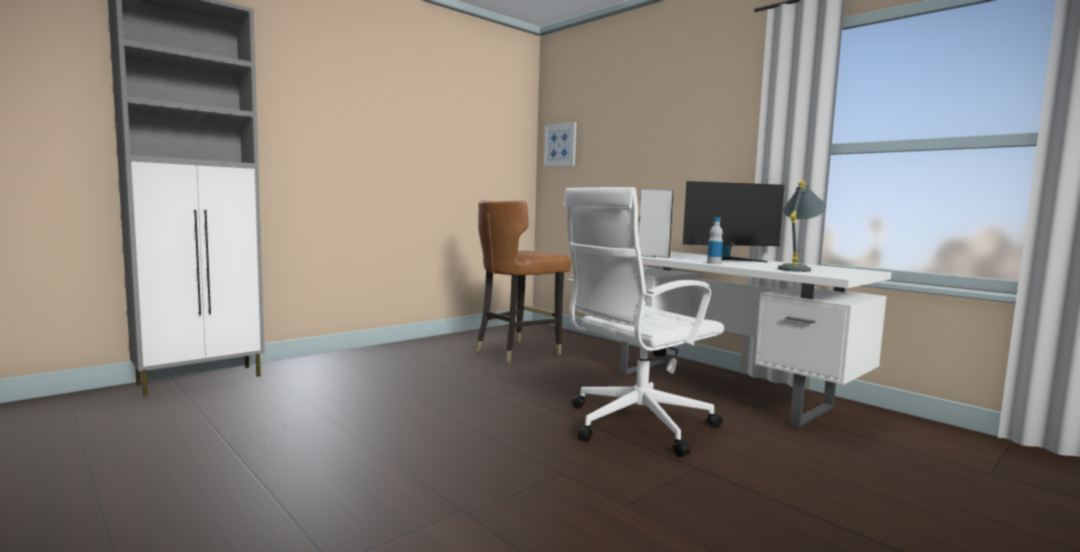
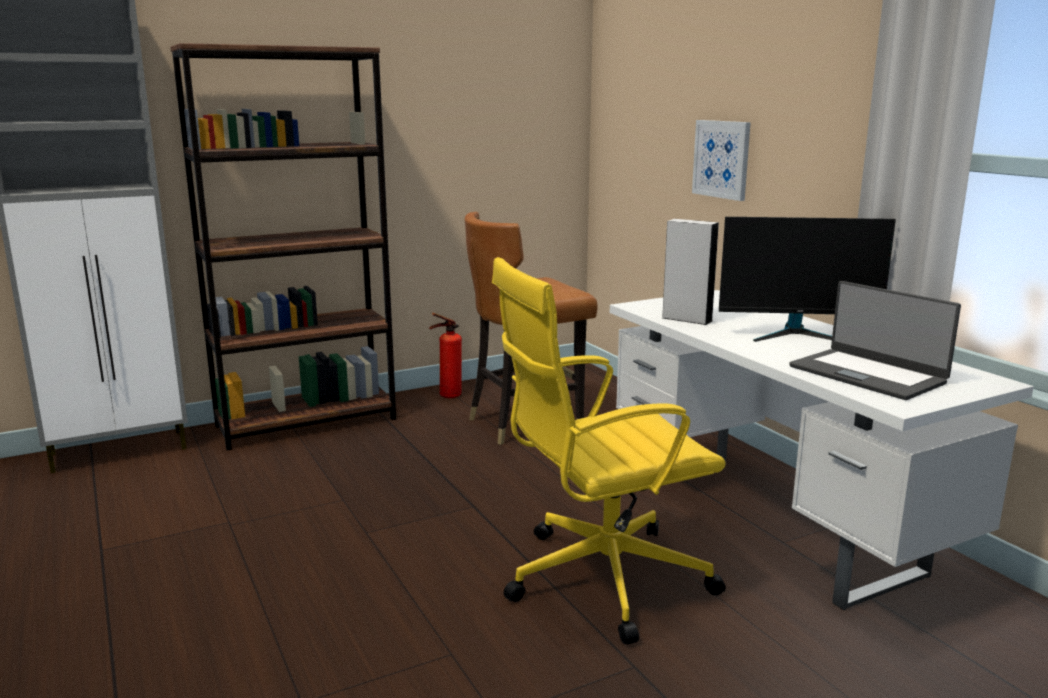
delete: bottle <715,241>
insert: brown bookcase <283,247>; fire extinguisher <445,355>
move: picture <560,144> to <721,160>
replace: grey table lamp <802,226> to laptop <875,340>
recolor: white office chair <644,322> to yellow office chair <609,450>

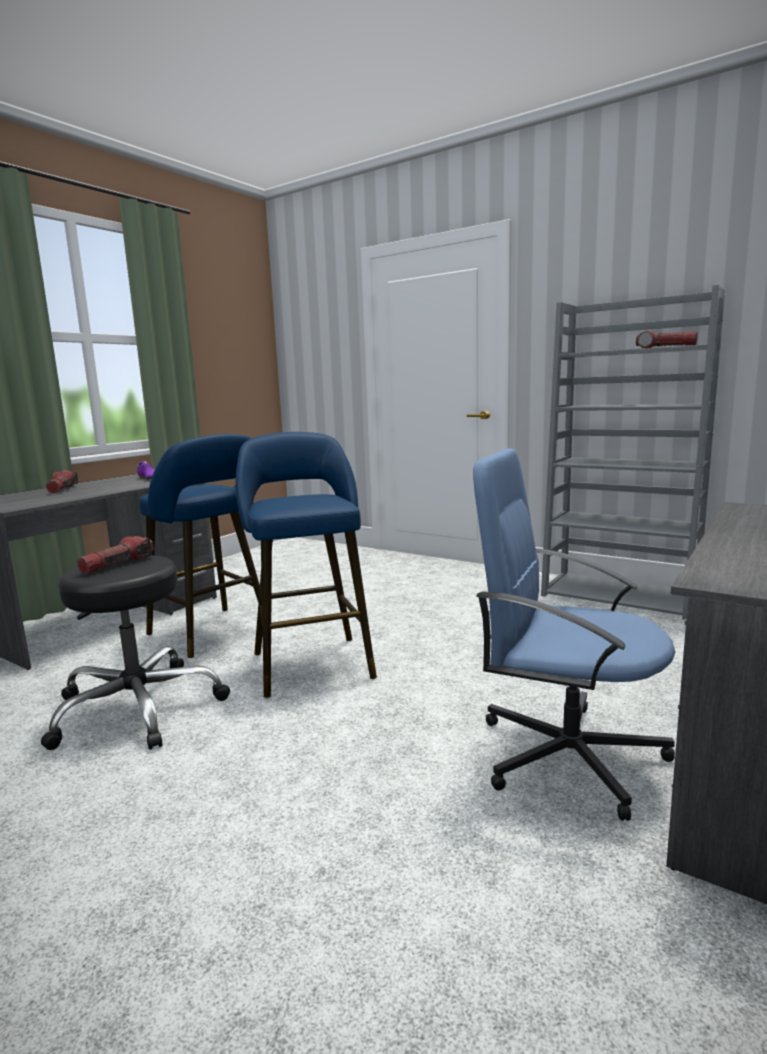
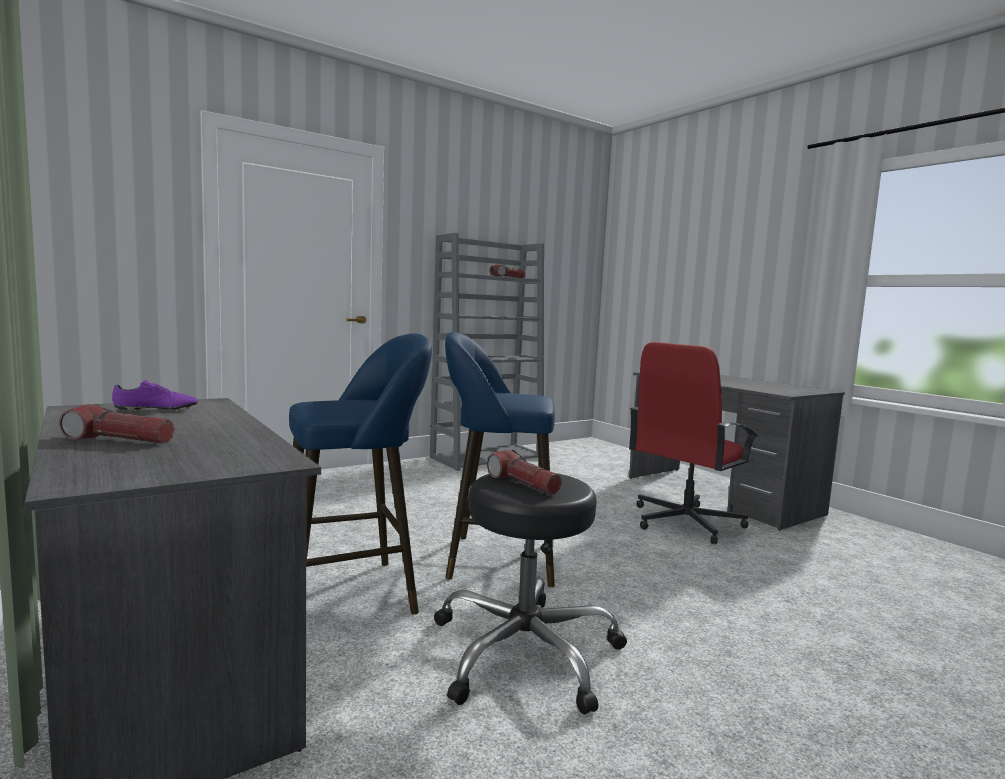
recolor: blue office chair <574,634> to red office chair <693,443>

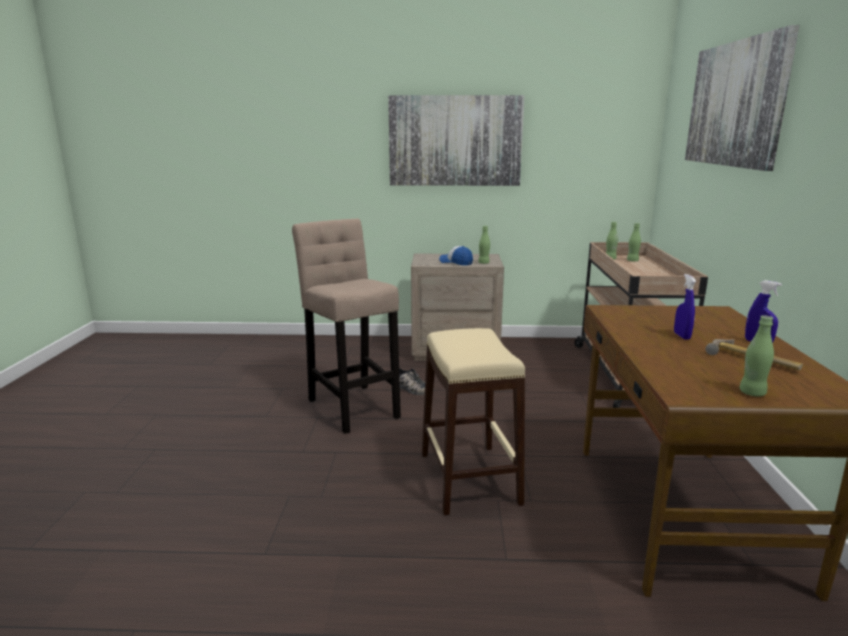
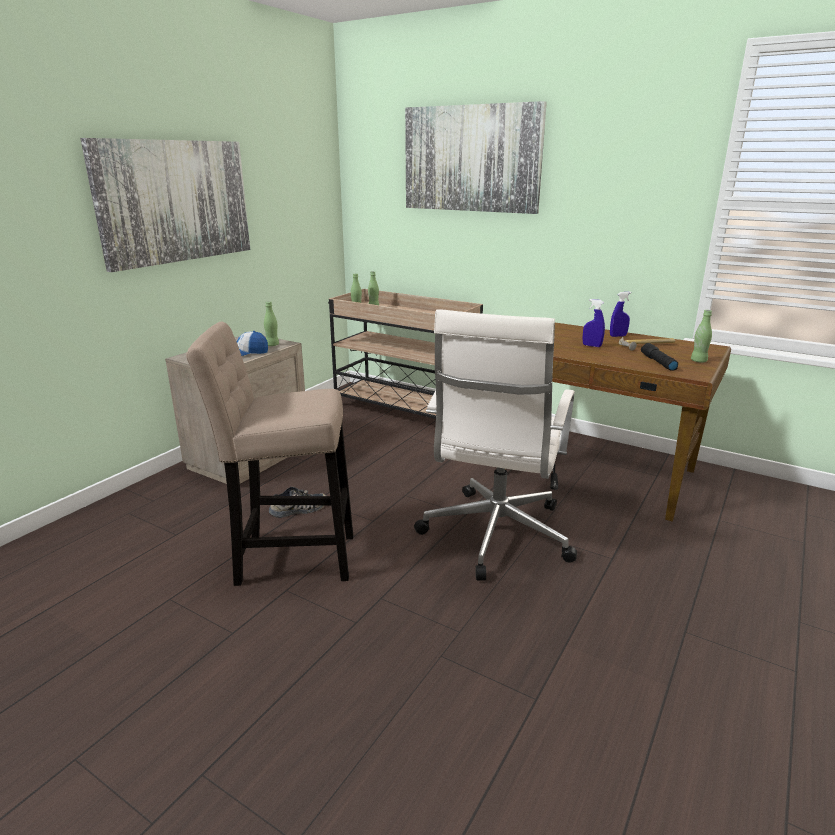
insert: black flashlight <659,357>
replace: beige stool <473,421> to white office chair <495,445>

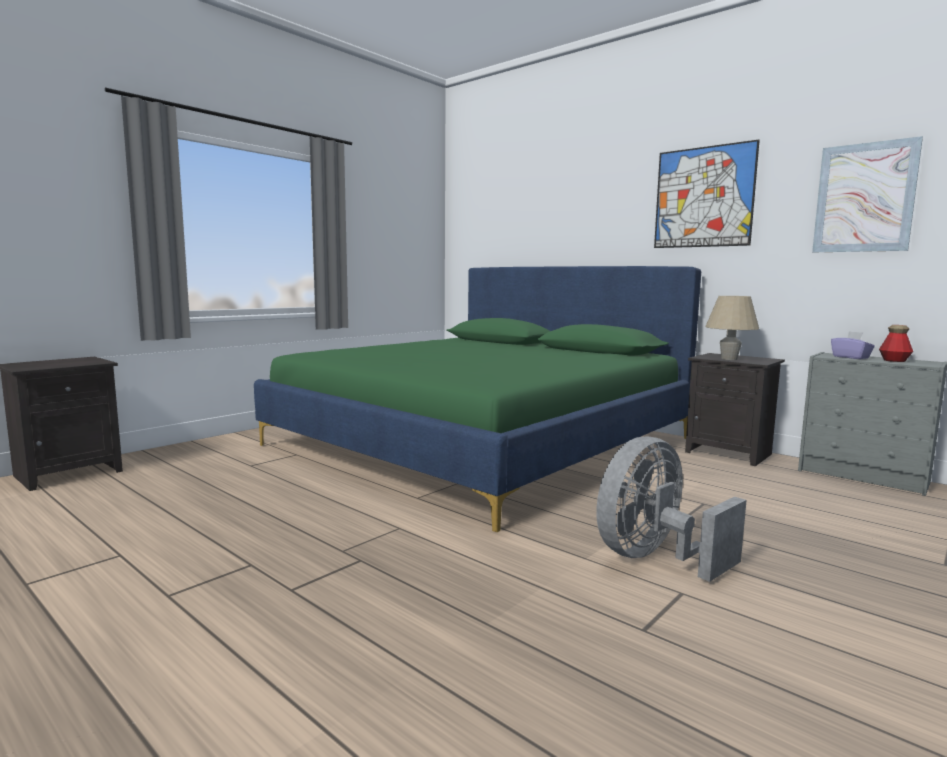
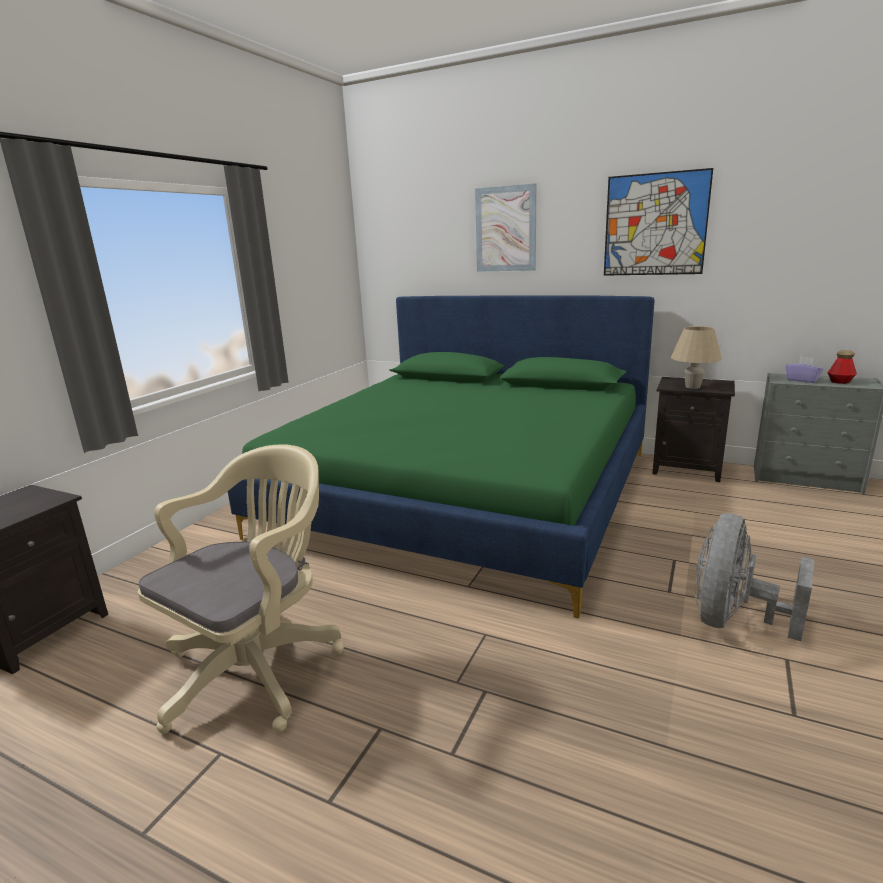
insert: beige office chair <241,589>
move: picture <867,194> to <506,227>

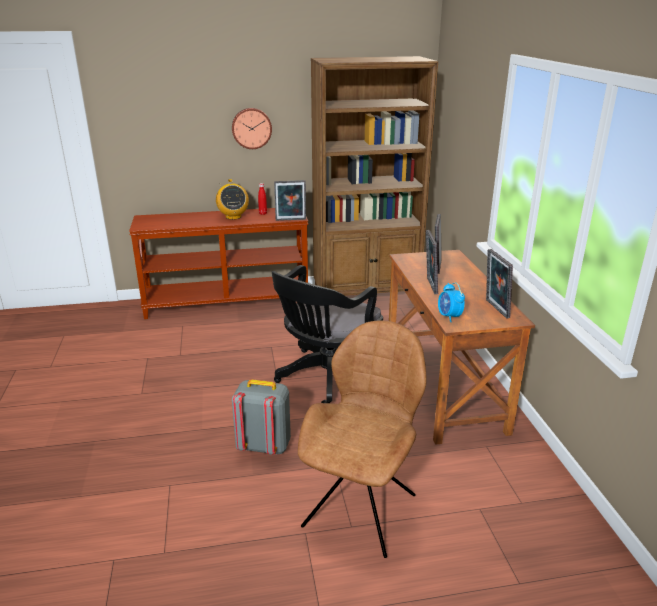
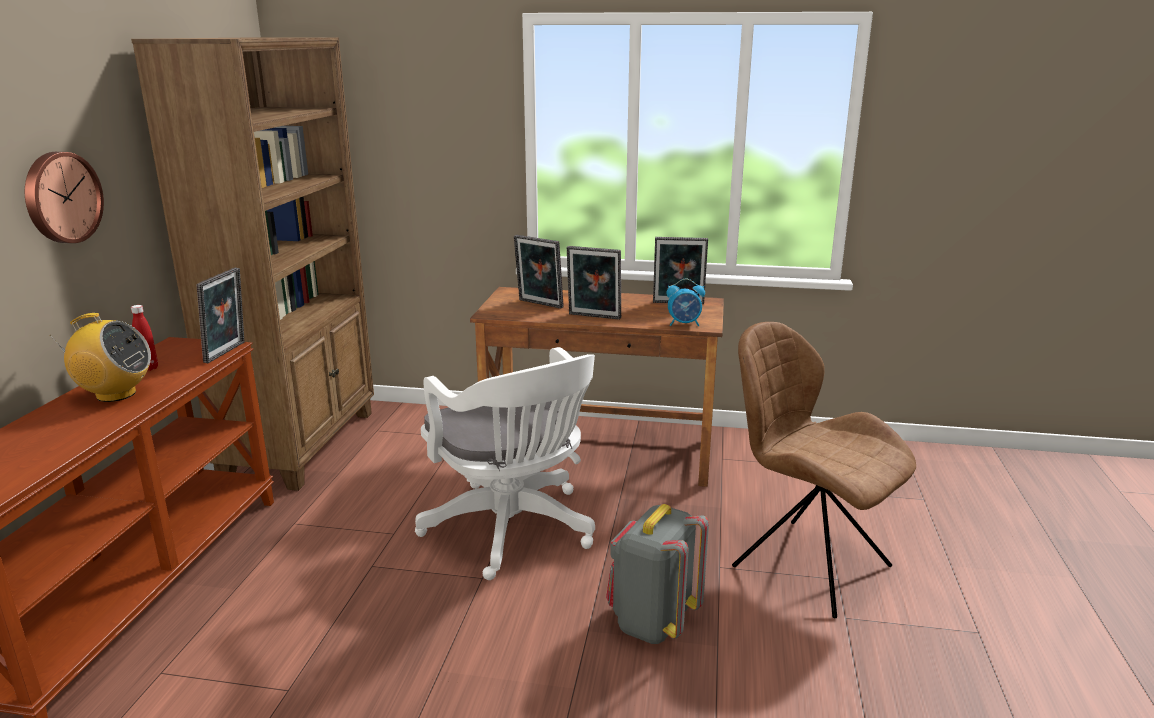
recolor: black office chair <327,334> to white office chair <505,463>

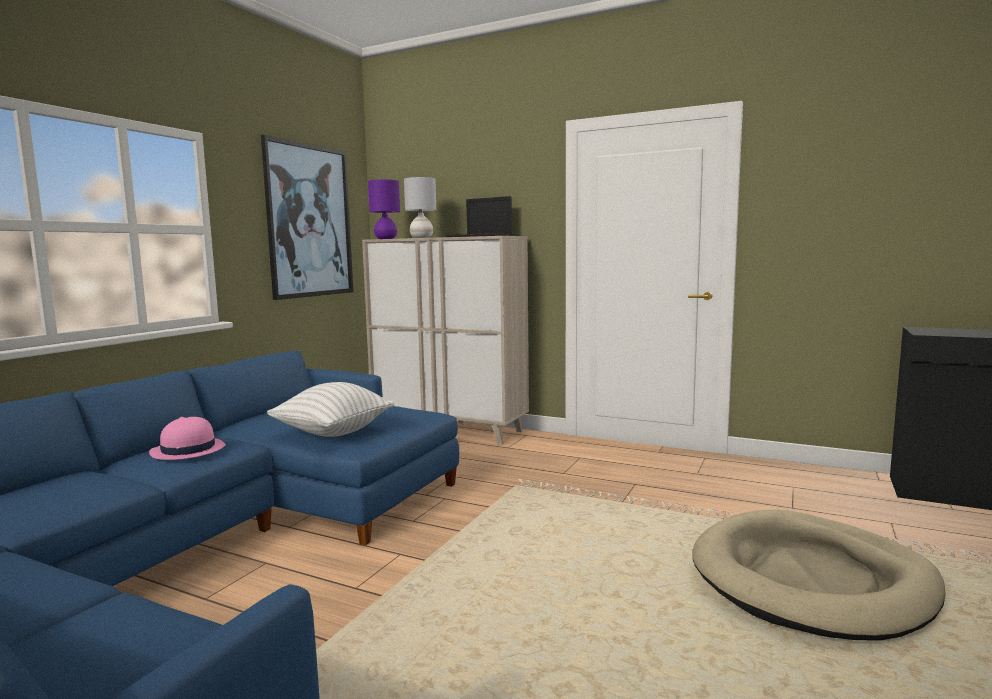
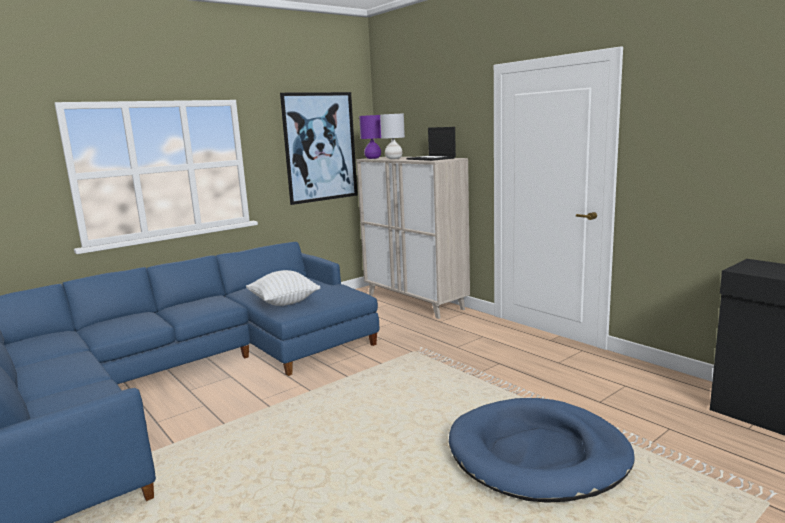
delete: pink hat <187,438>
recolor: beige dog bed <819,575> to blue dog bed <542,450>

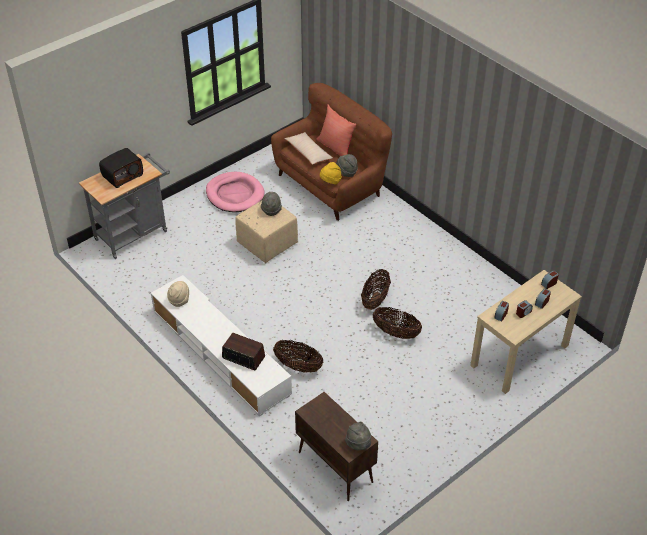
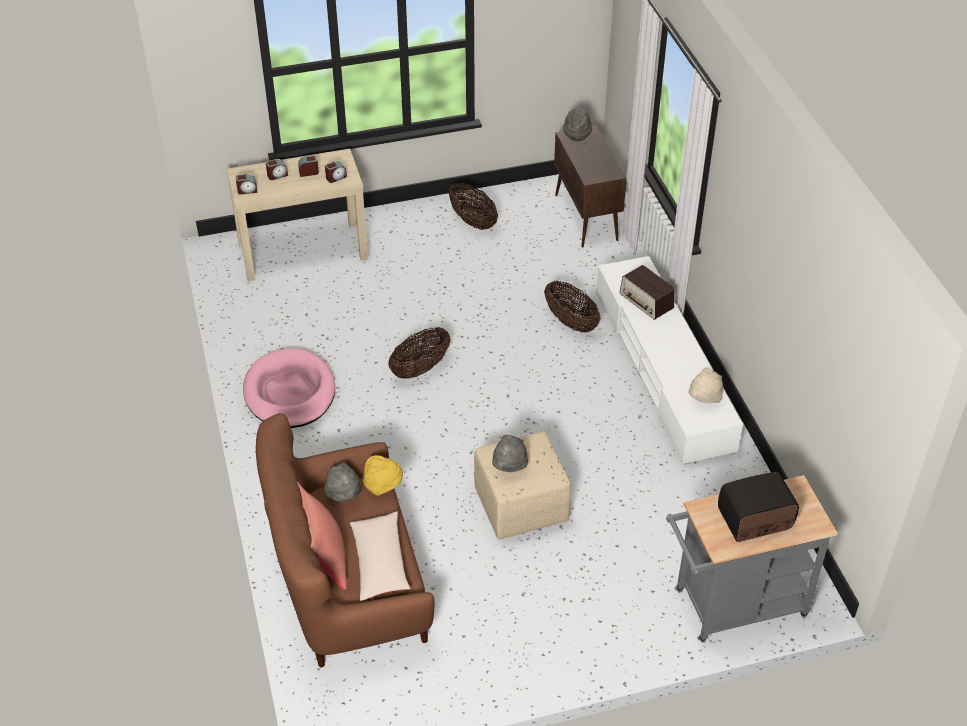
move: pink dog bed <235,192> to <289,388>; basket <397,323> to <473,206>

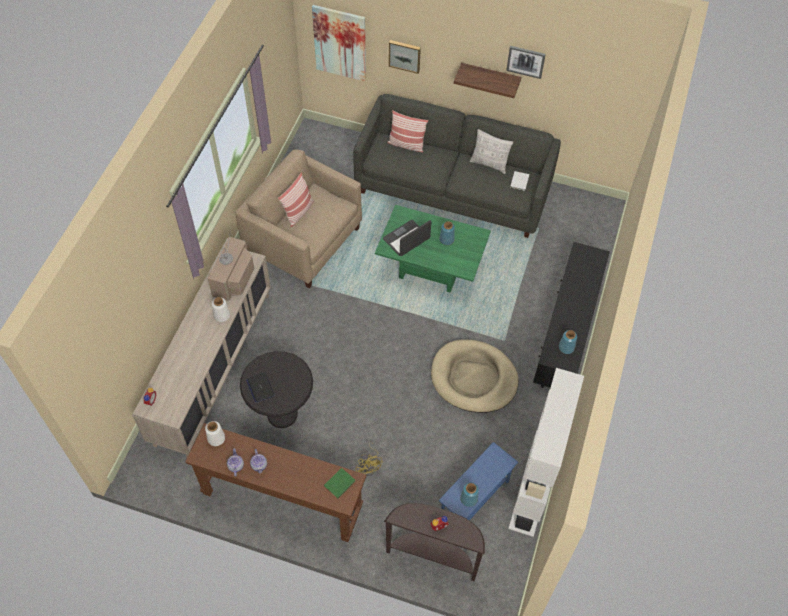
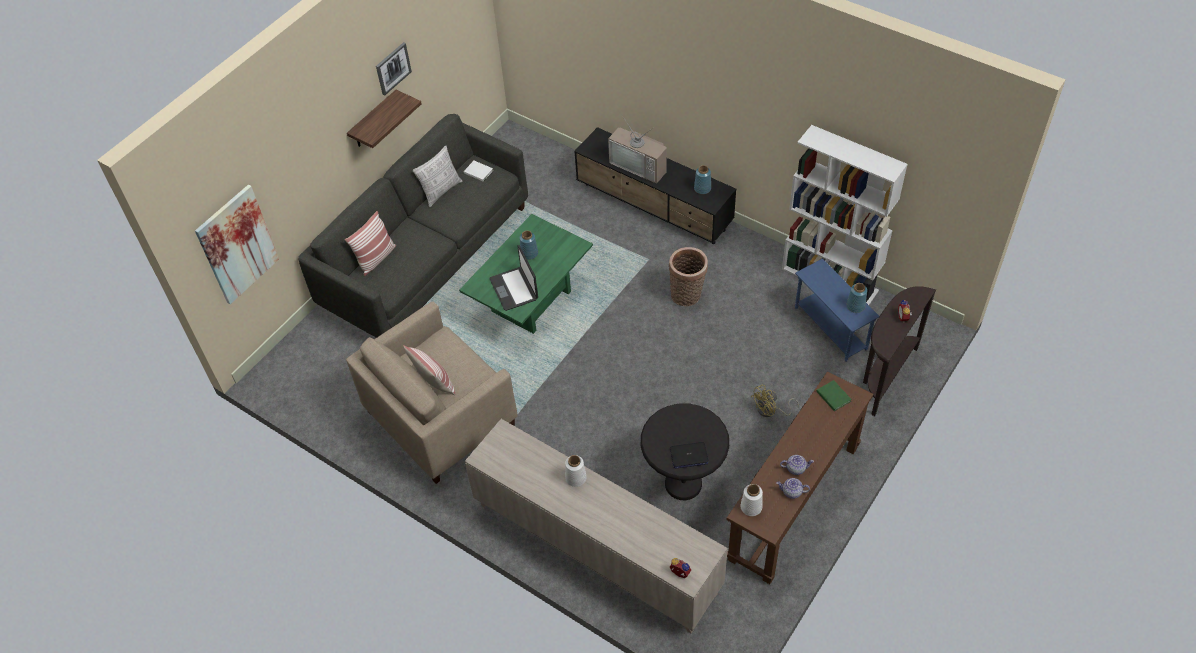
delete: picture <405,57>
move: television <231,267> to <637,149>
replace: beige dog bed <475,376> to basket <688,276>
rotate: yellow fan <369,458> = <775,401> 150 degrees clockwise

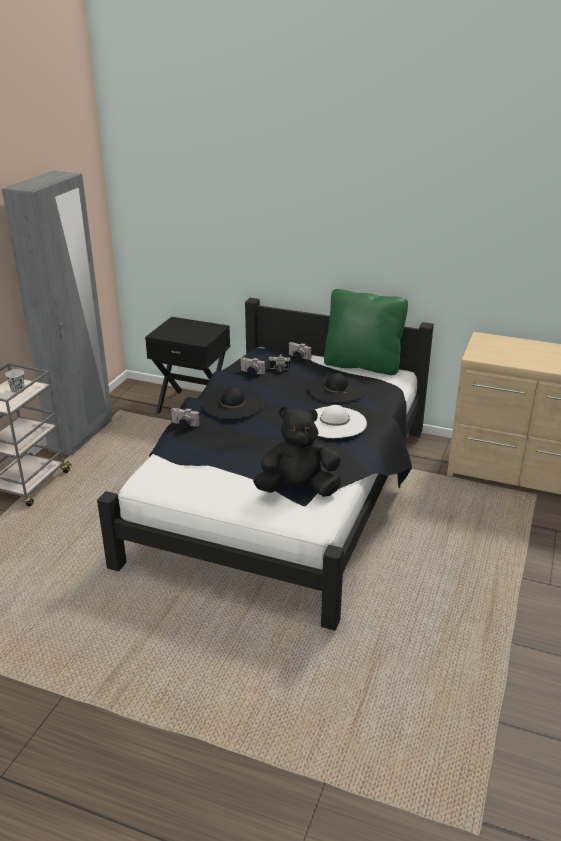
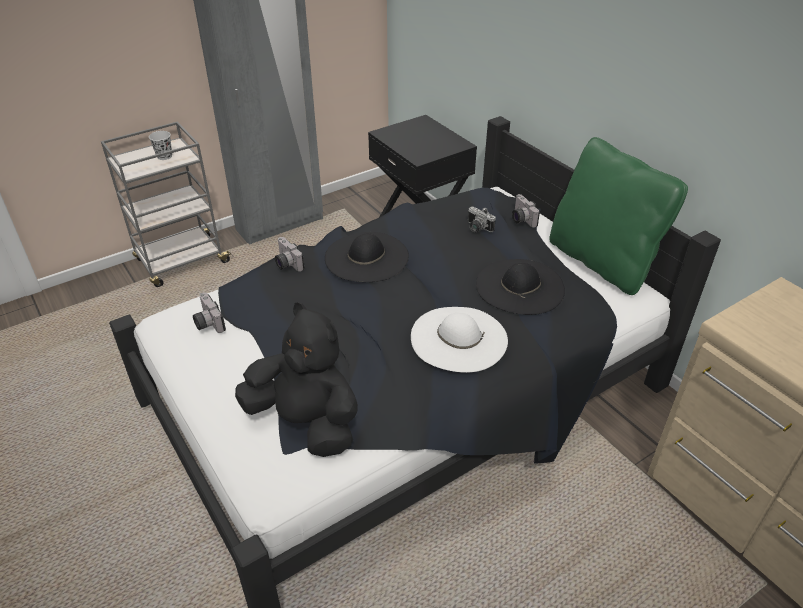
move: photo camera <252,366> to <209,312>

